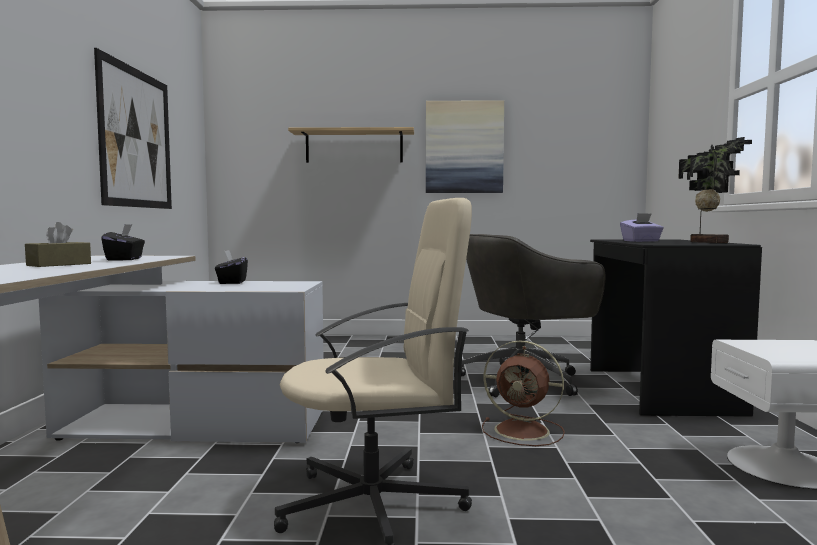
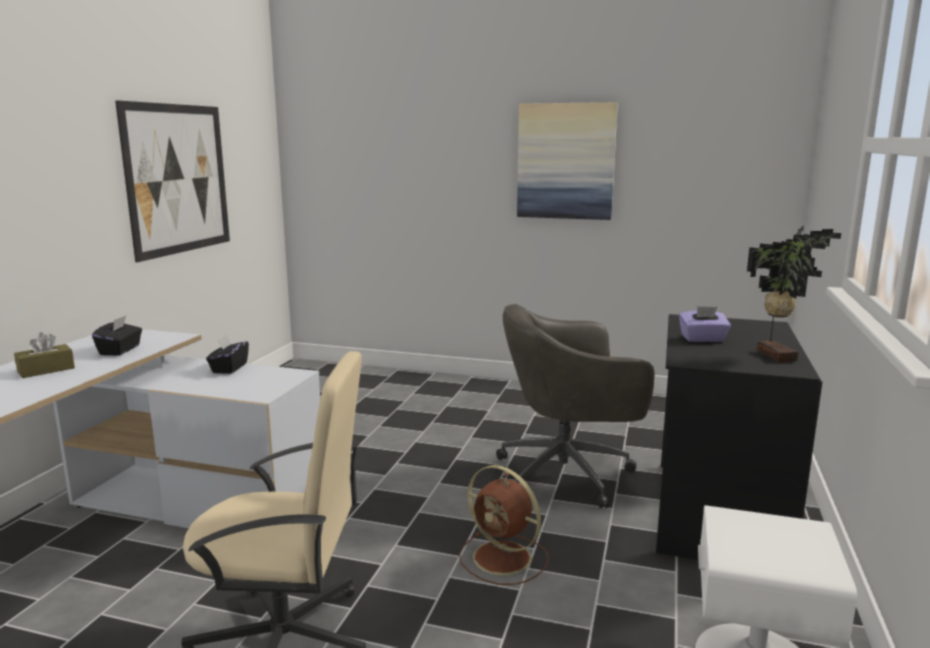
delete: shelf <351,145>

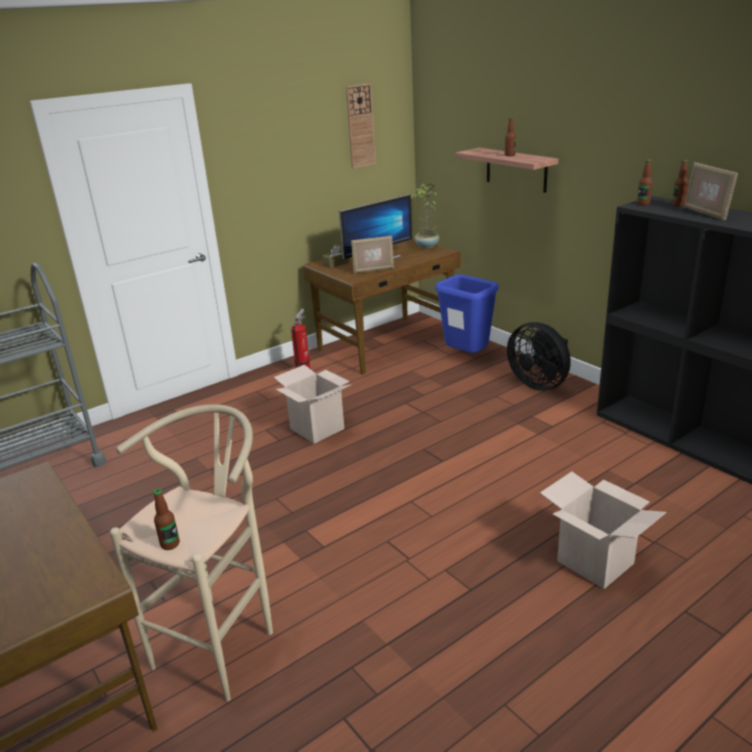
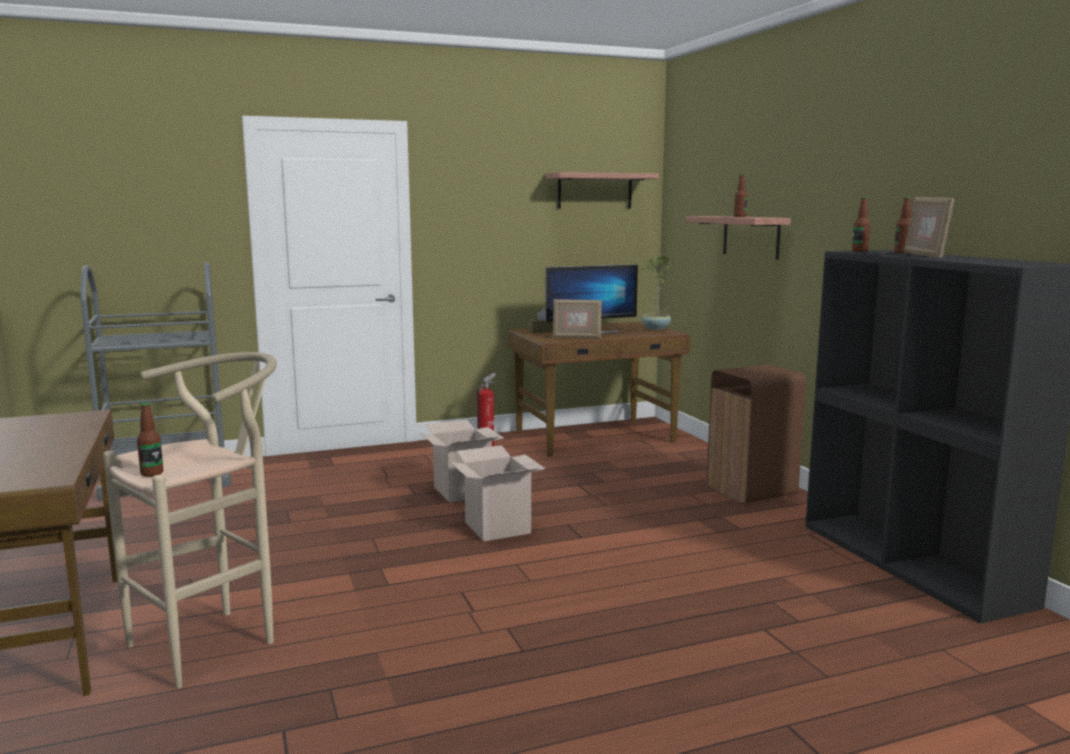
delete: blue trash can <467,313>
move: cardboard box <603,530> to <497,493>
replace: wall clock <361,125> to shelf <602,190>; black fan <539,356> to brown trash can <756,434>

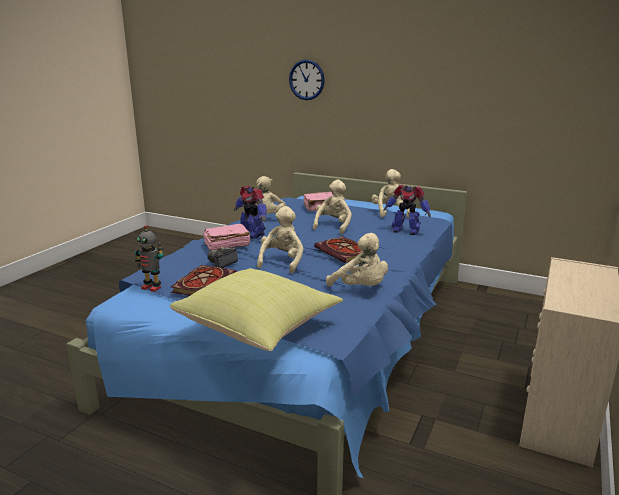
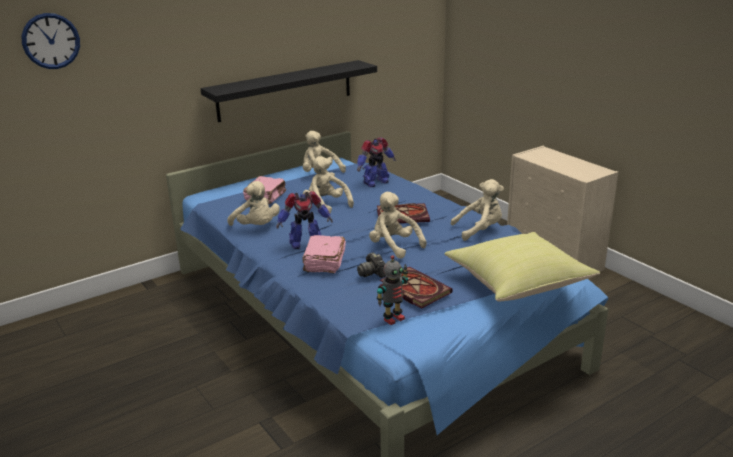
insert: black shelf <289,91>
move: wall clock <307,79> to <50,41>

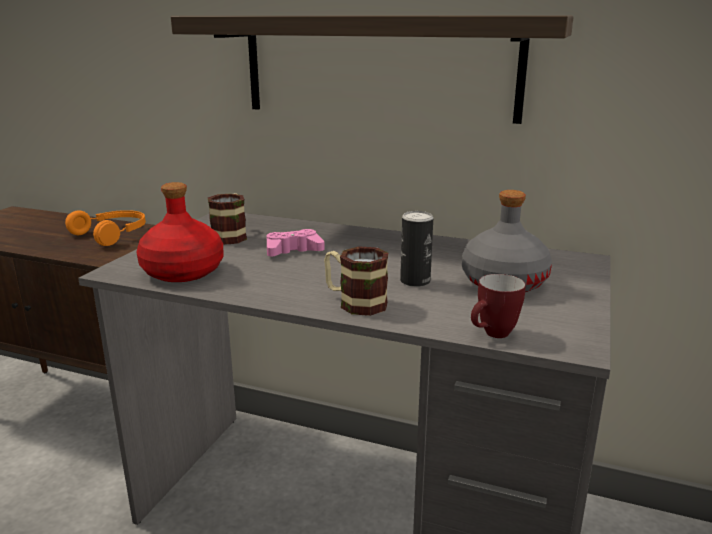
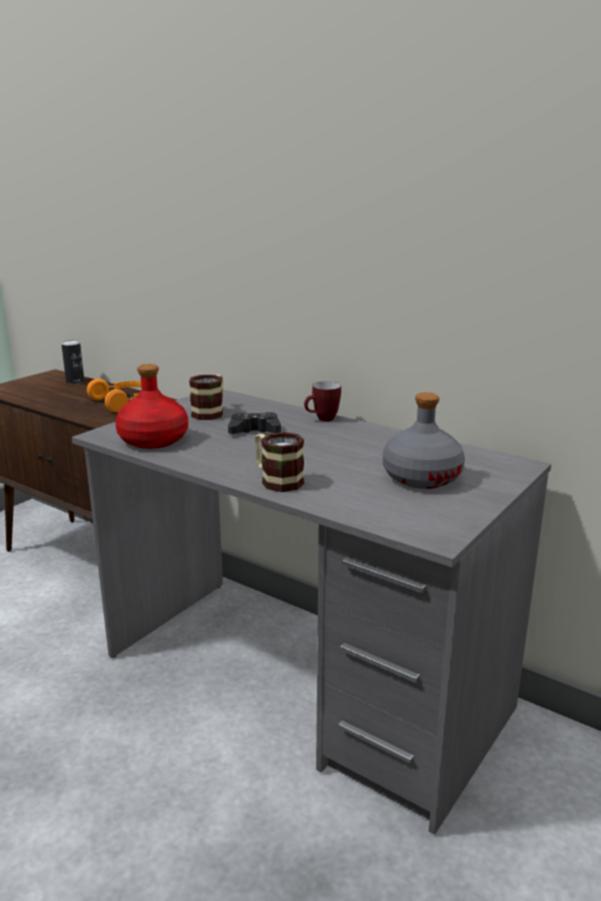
delete: shelf <372,69>
move: can <416,249> to <72,362>; mug <498,306> to <322,401>
recolor: pink game controller <295,242> to black game controller <254,423>

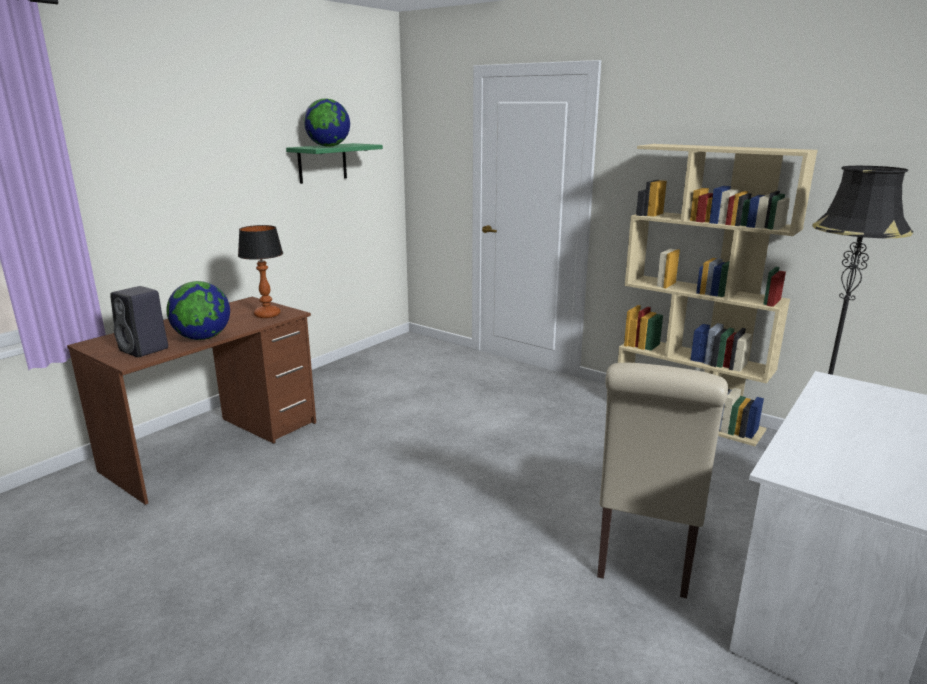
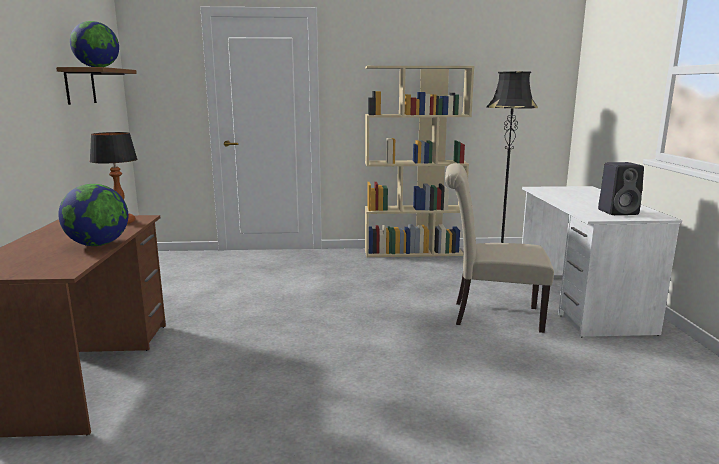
move: black speaker <139,321> to <621,188>
recolor: green shelf <334,163> to brown shelf <96,86>
rotate: beige chair <662,480> = <499,248> 120 degrees clockwise

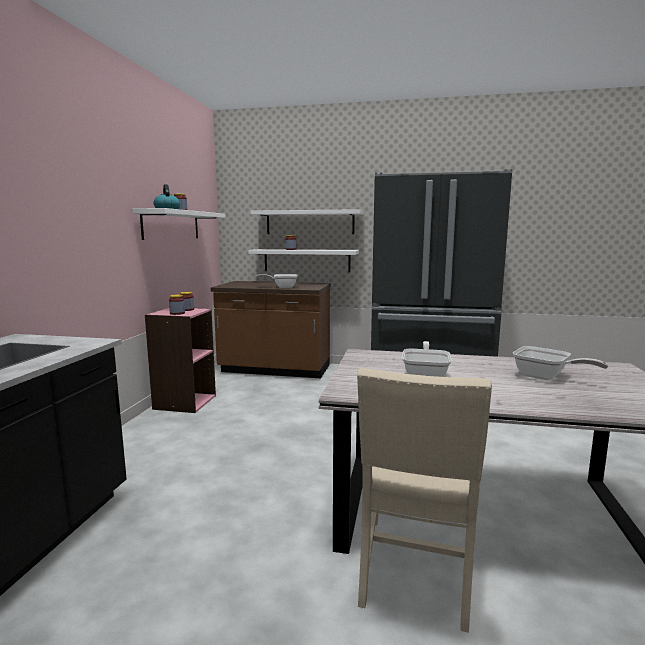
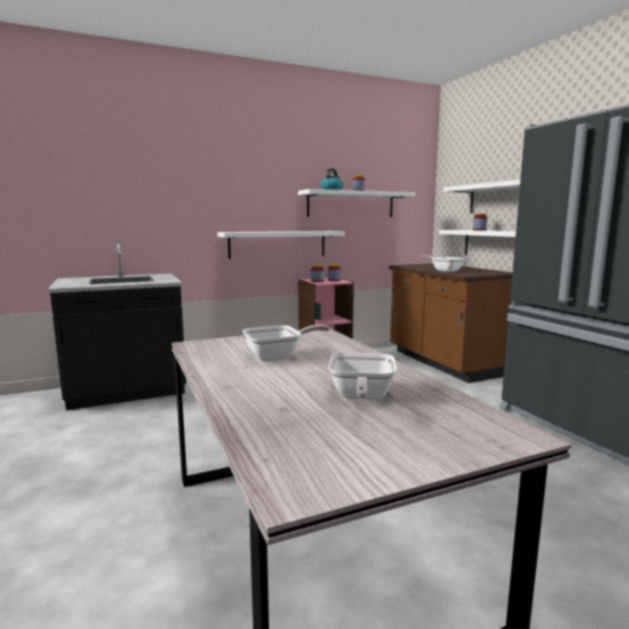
delete: beige chair <424,500>
insert: white shelf <281,245>

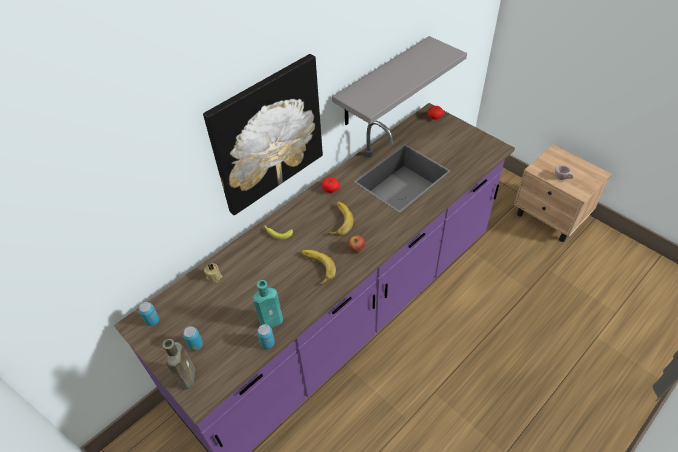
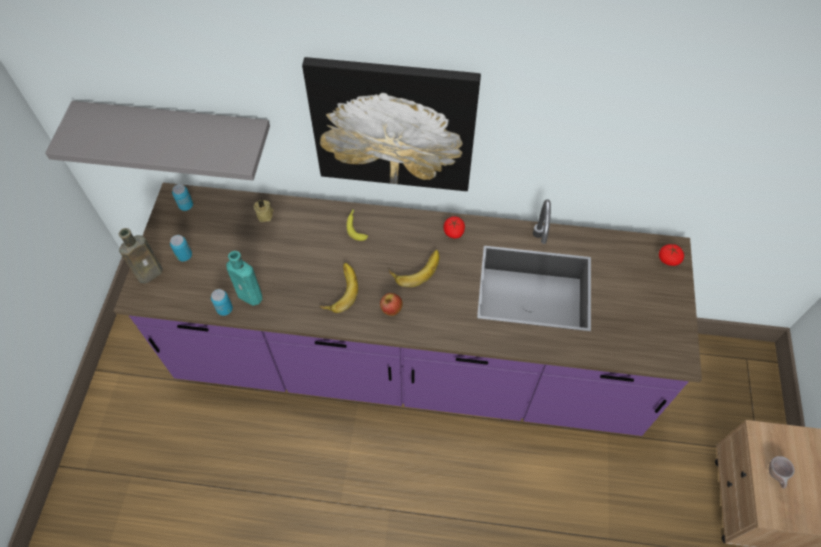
move: grey shelf <399,80> to <157,141>

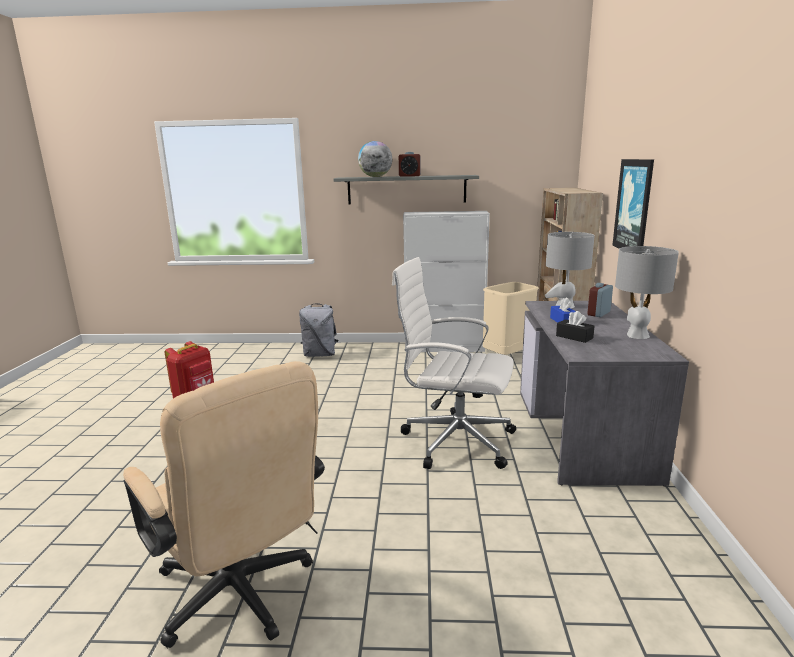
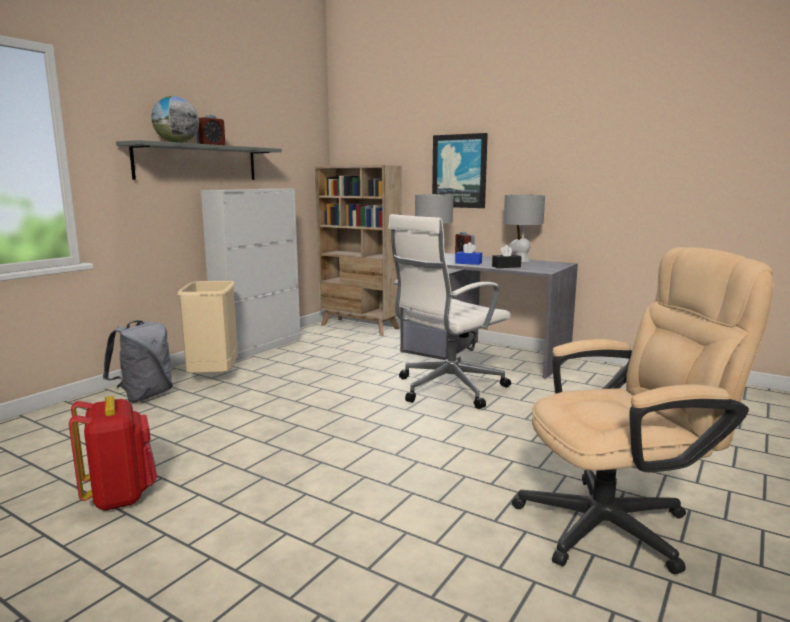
move: beige trash can <511,318> to <207,327>

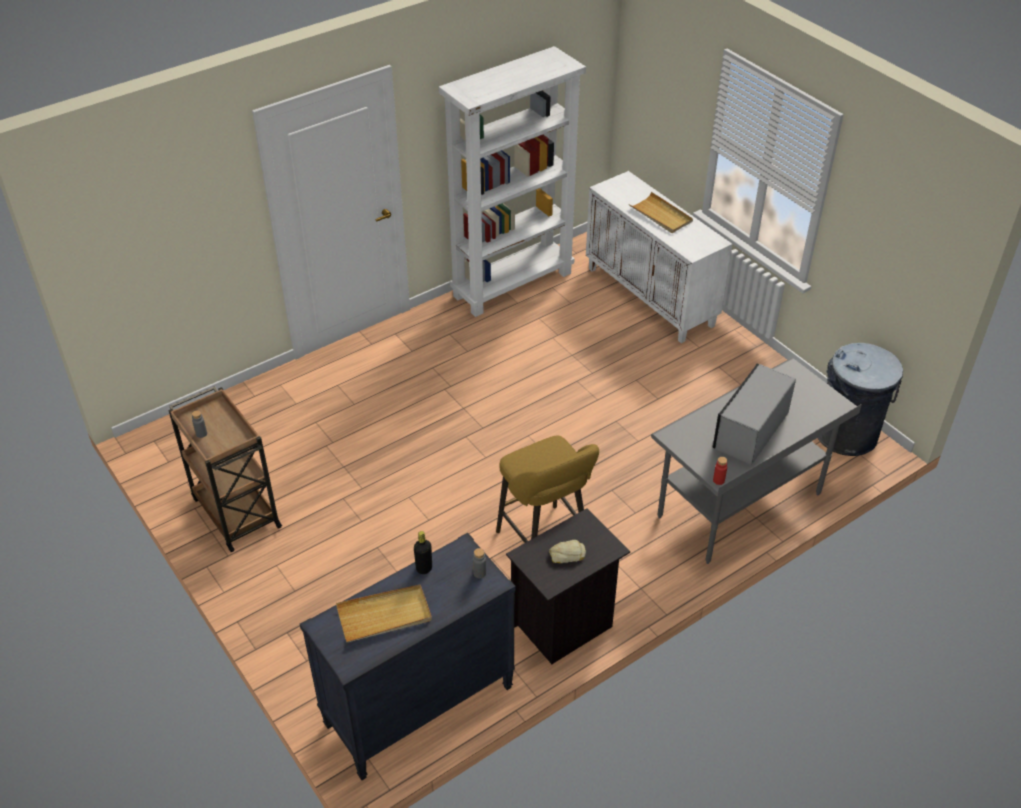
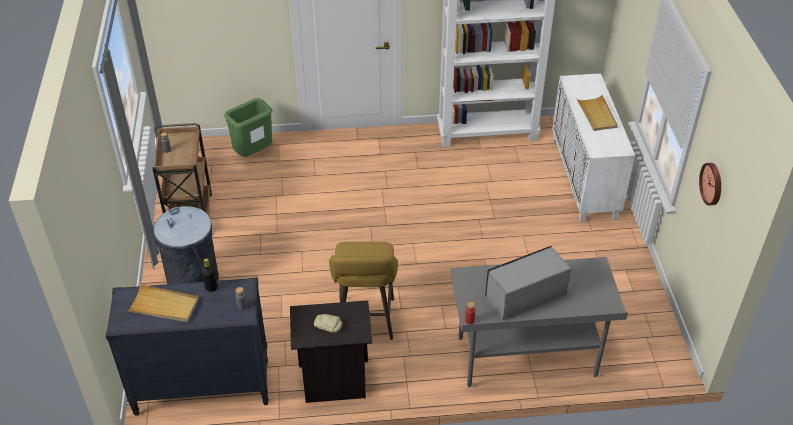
insert: green trash can <248,127>; wall clock <710,184>
move: grey trash can <860,399> to <186,245>

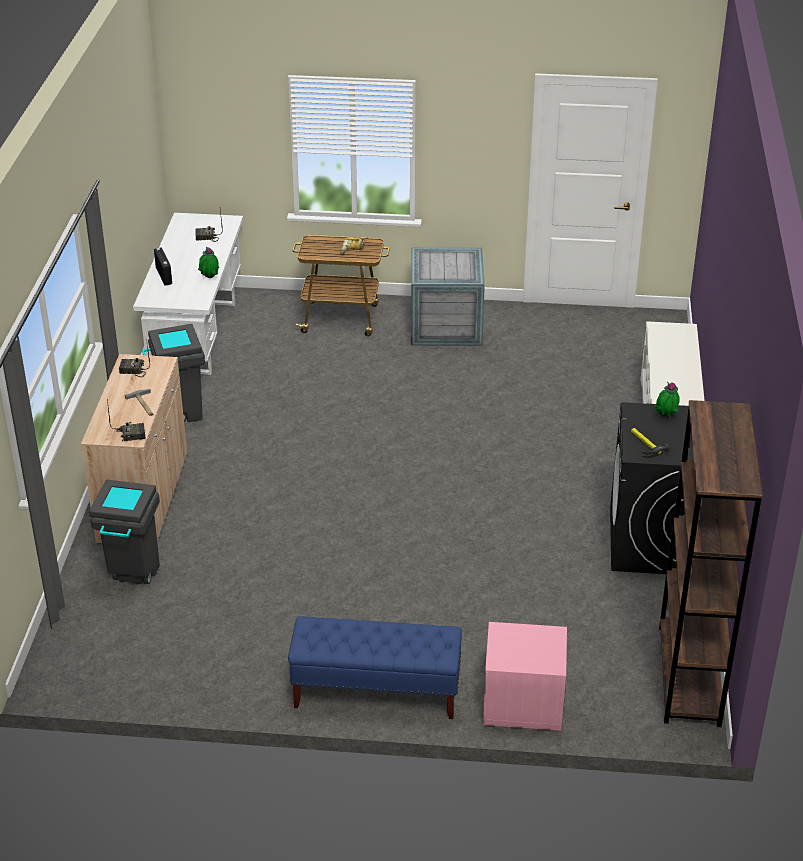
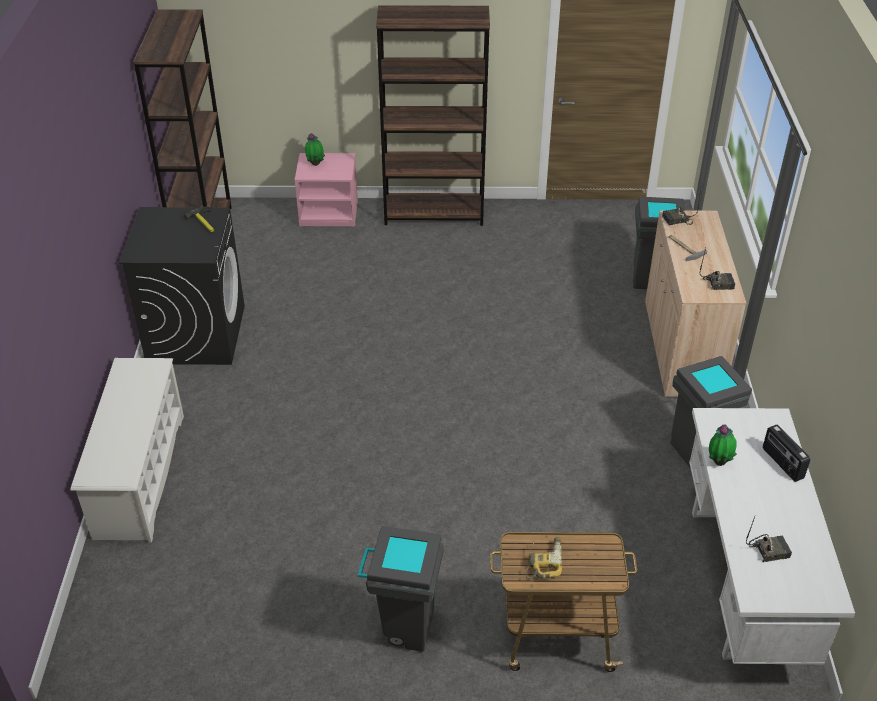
move: potted plant <667,399> to <315,149>
replace: blue bench <375,667> to brown bookcase <433,115>; crate <448,297> to grey trash can <401,589>

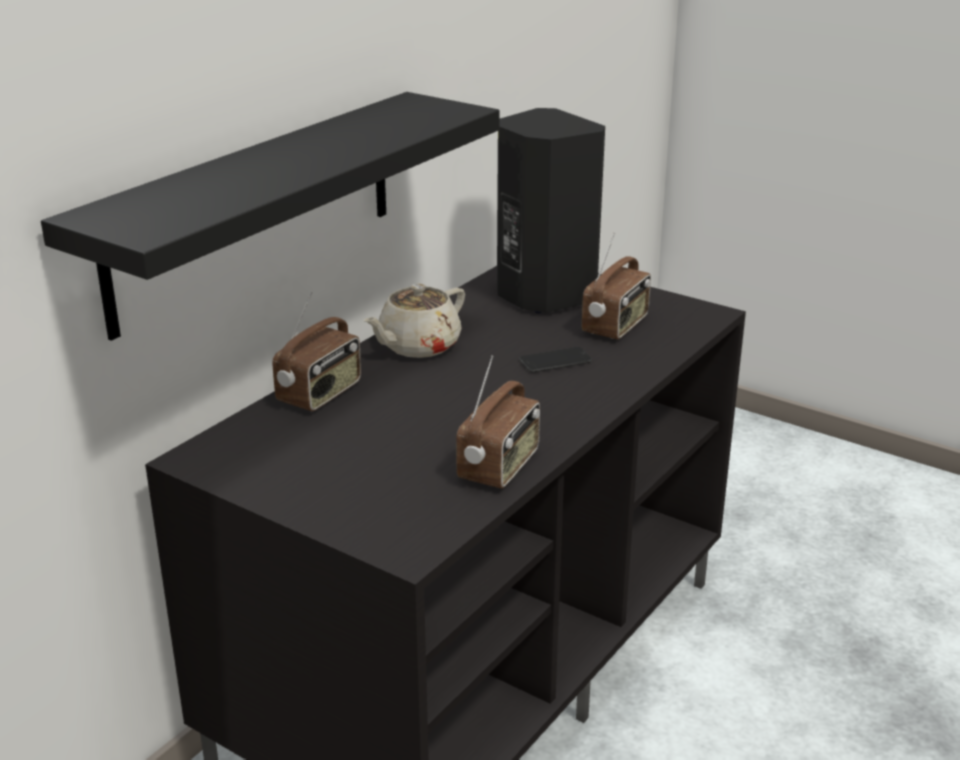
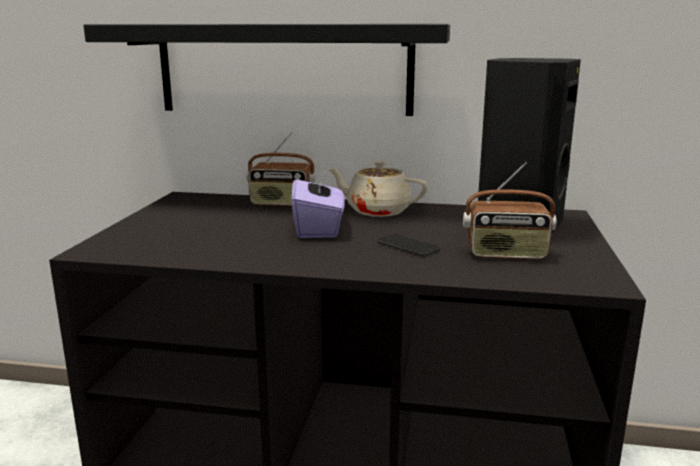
delete: radio <498,422>
insert: purple tissue box <318,202>

